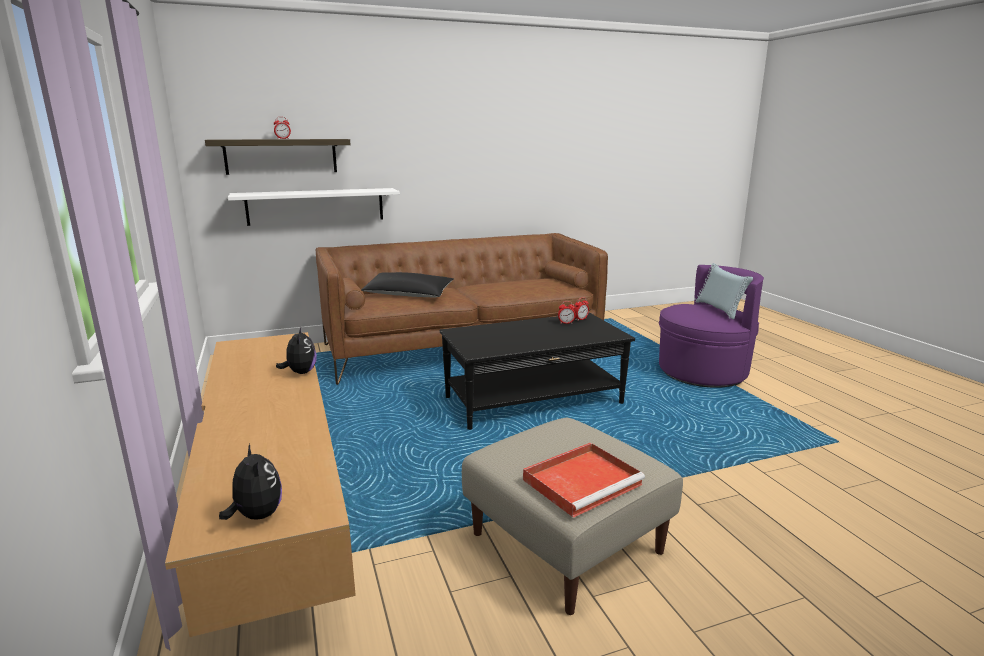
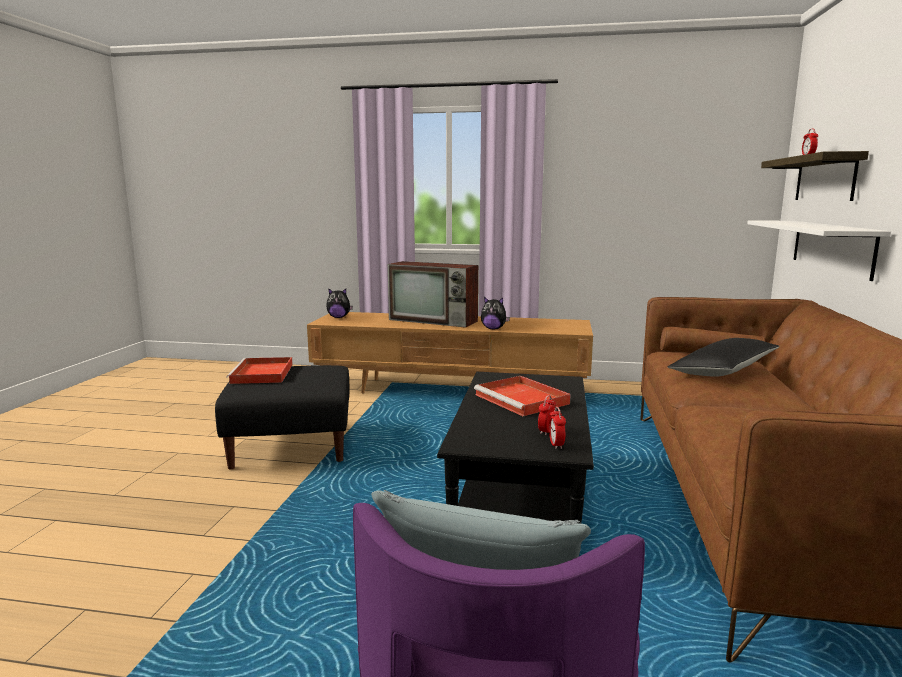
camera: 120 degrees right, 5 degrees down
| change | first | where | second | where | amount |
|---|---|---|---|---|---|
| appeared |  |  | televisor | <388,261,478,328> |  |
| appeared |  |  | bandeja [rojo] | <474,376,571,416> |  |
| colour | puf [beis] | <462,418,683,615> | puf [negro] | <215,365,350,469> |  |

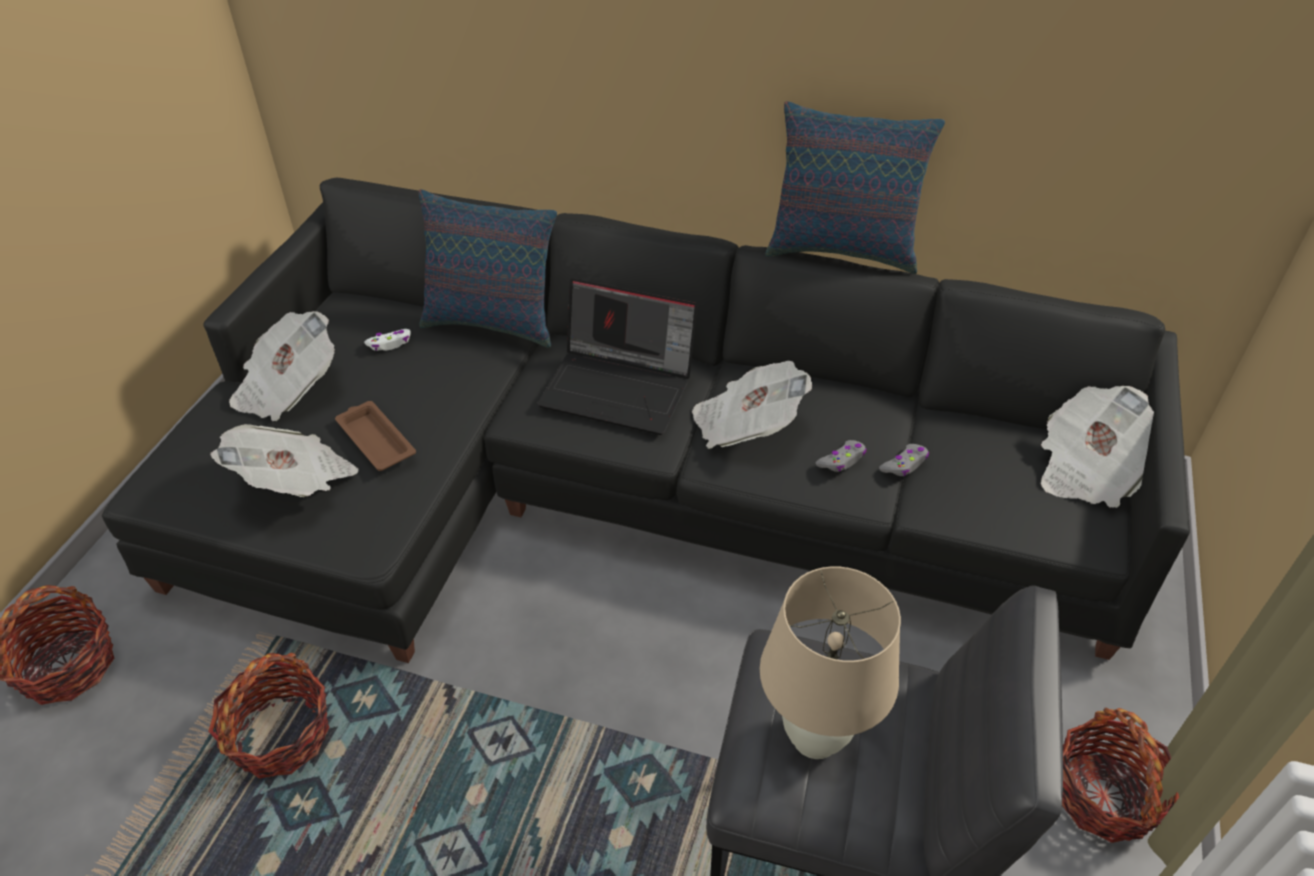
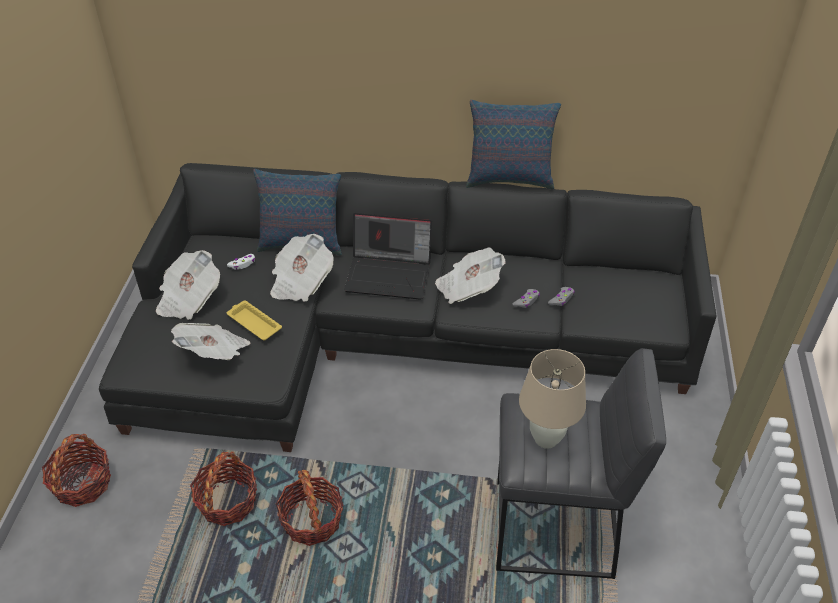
camera: 10 degrees left, 0 degrees up
| change | first | where | second | where | amount |
|---|---|---|---|---|---|
| relocated | periódico | <1041,386,1154,508> |  | <270,234,334,302> |  |
| relocated | cesta | <1062,707,1179,843> |  | <276,470,343,546> |  |
| colour | bandeja [marrón] | <335,401,416,471> | bandeja [amarillo] | <227,300,282,341> |  |

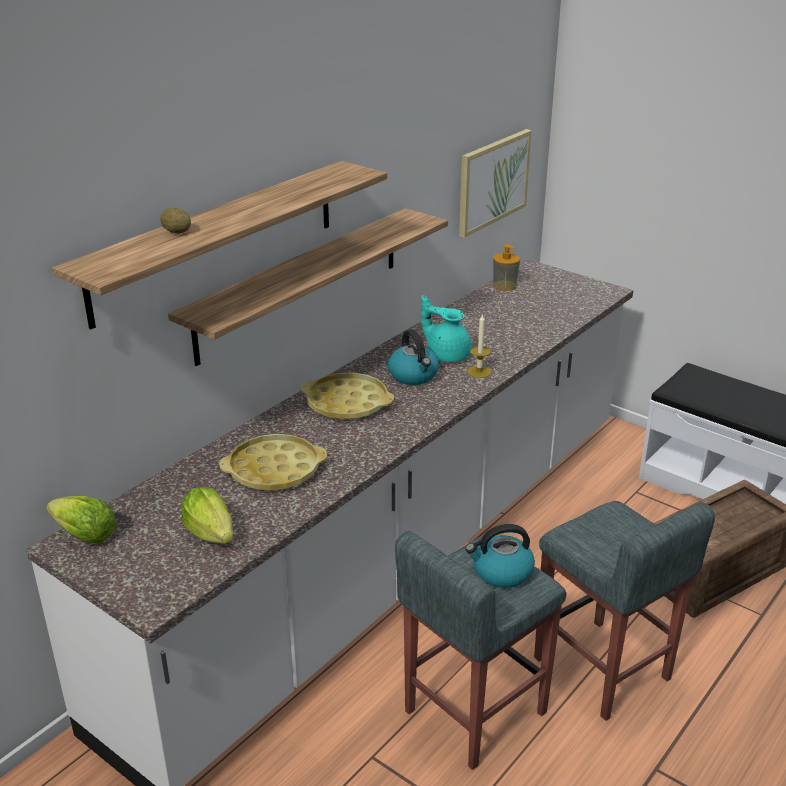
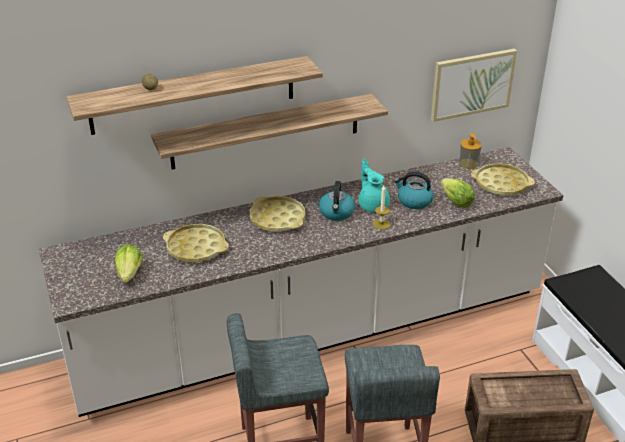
camera: 30 degrees right, 5 degrees up
| change | first | where | second | where | amount |
|---|---|---|---|---|---|
| appeared |  |  | bandeja [amarillo] | <471,164,535,195> |  |
| relocated | lechuga | <46,496,116,544> |  | <441,178,475,208> |  |
| relocated | hervidor | <466,524,535,588> |  | <394,172,434,209> |  |

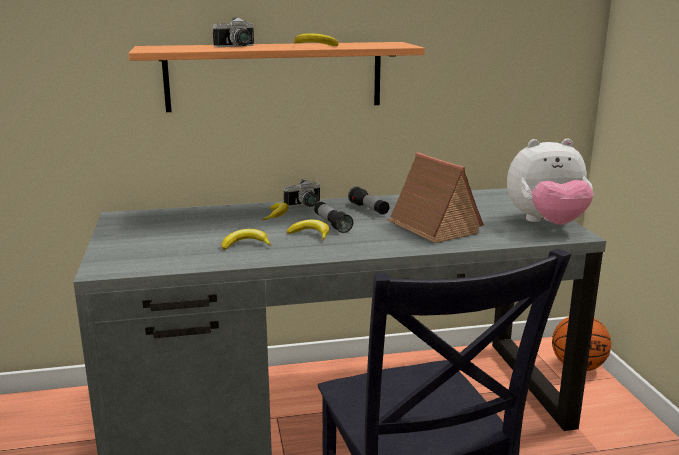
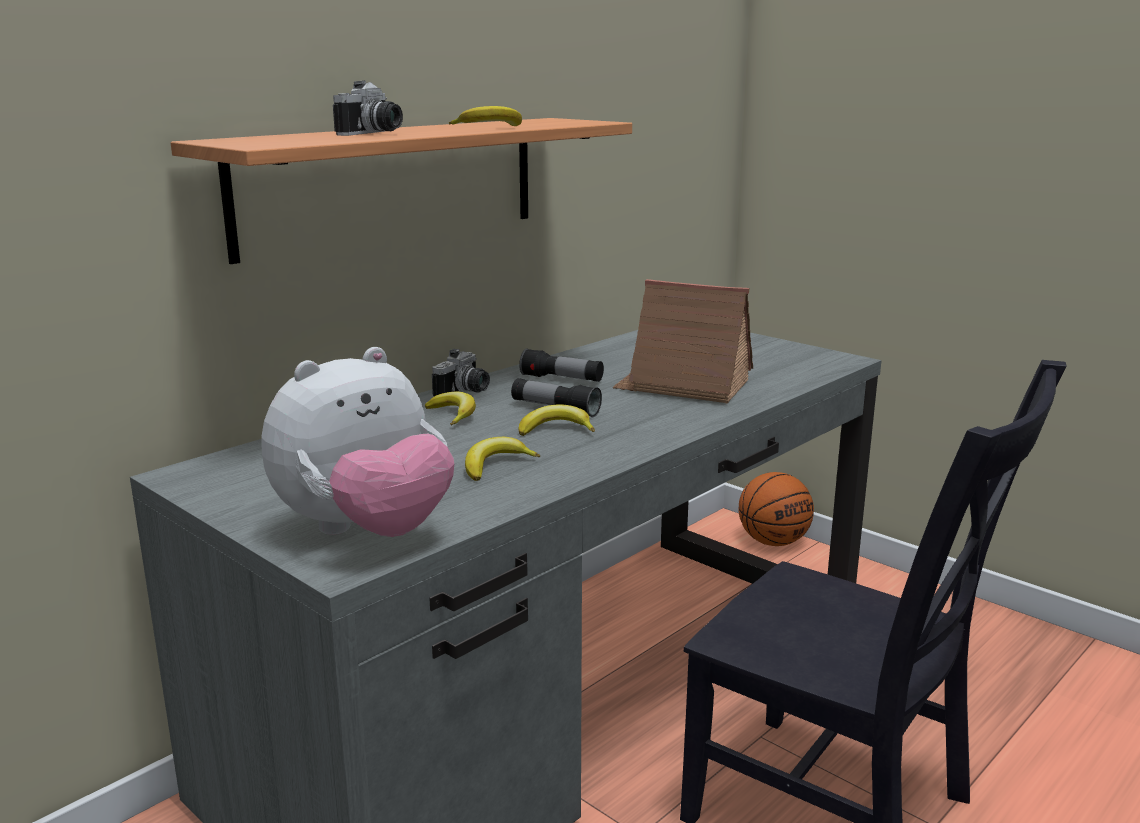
camera: 35 degrees left, 0 degrees up
| change | first | where | second | where | amount |
|---|---|---|---|---|---|
| relocated | peluche | <507,138,594,225> |  | <261,347,454,537> |  |

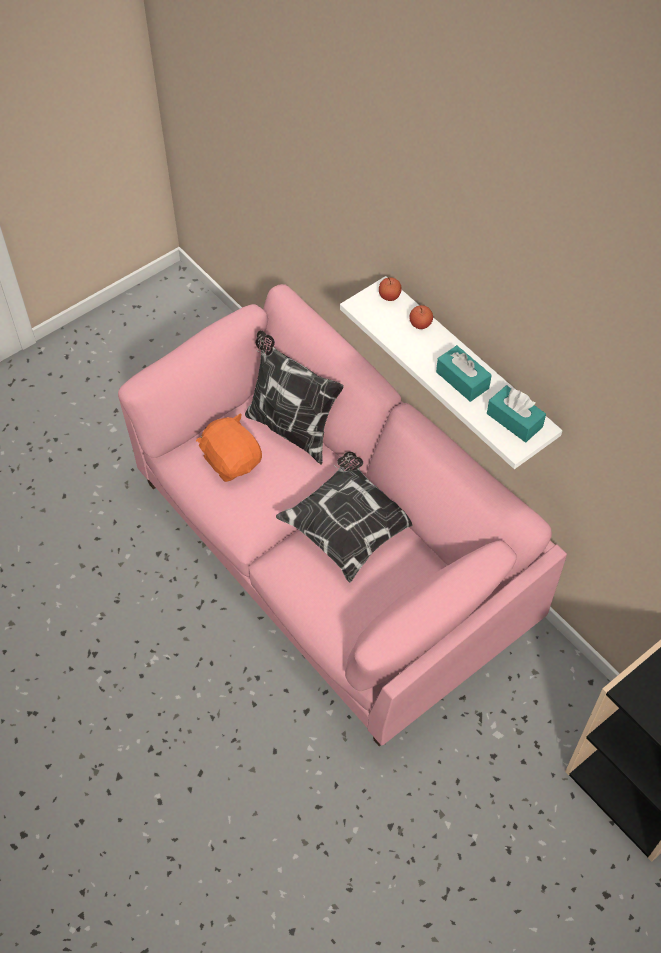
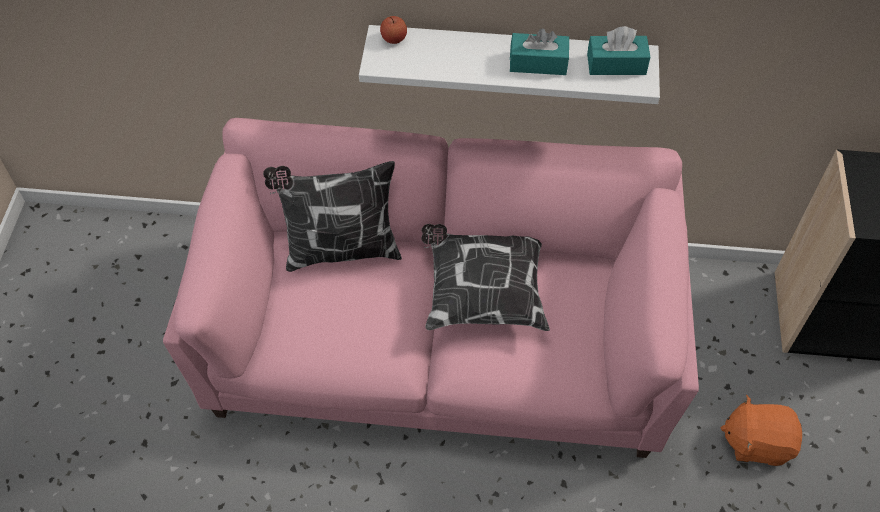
camera: 45 degrees left, 0 degrees up
| change | first | where | second | where | amount |
|---|---|---|---|---|---|
| missing | manzana | <409,305,433,329> |  |  |  |
| relocated | peluche [naranja] | <196,413,262,482> |  | <721,395,802,466> |  |

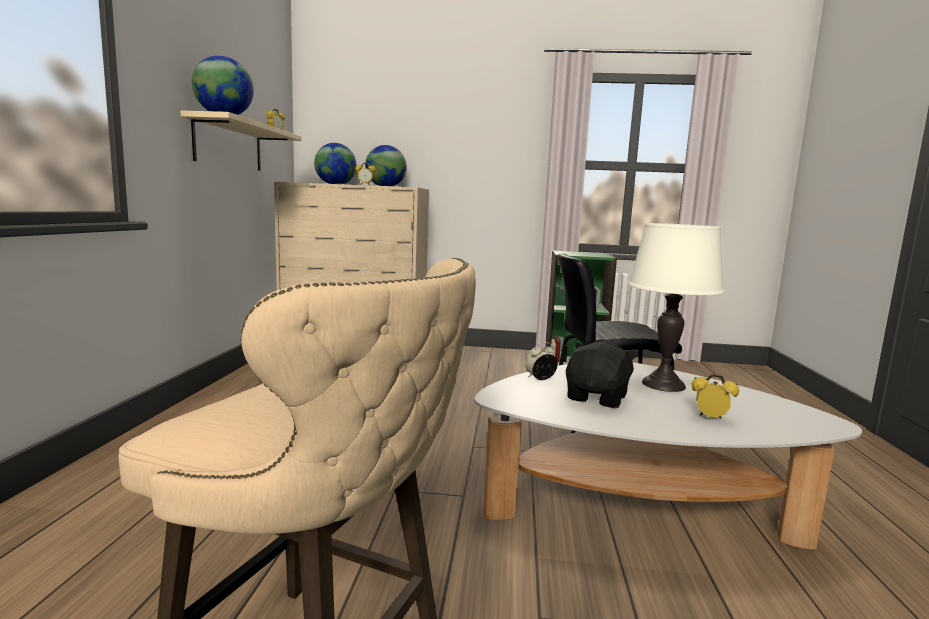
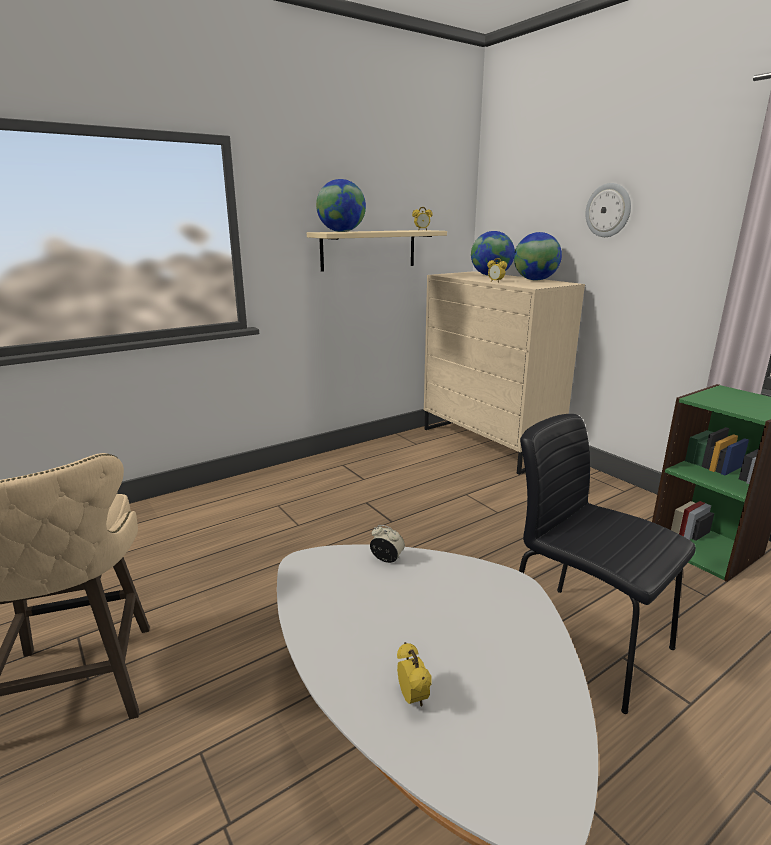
camera: 50 degrees right, 10 degrees up
| change | first | where | second | where | amount |
|---|---|---|---|---|---|
| missing | peluche [negro] | <566,341,639,408> |  |  |  |
| missing | lámpara de mesa [blanco] | <628,223,724,392> |  |  |  |
| appeared |  |  | reloj de pared | <586,183,631,237> |  |

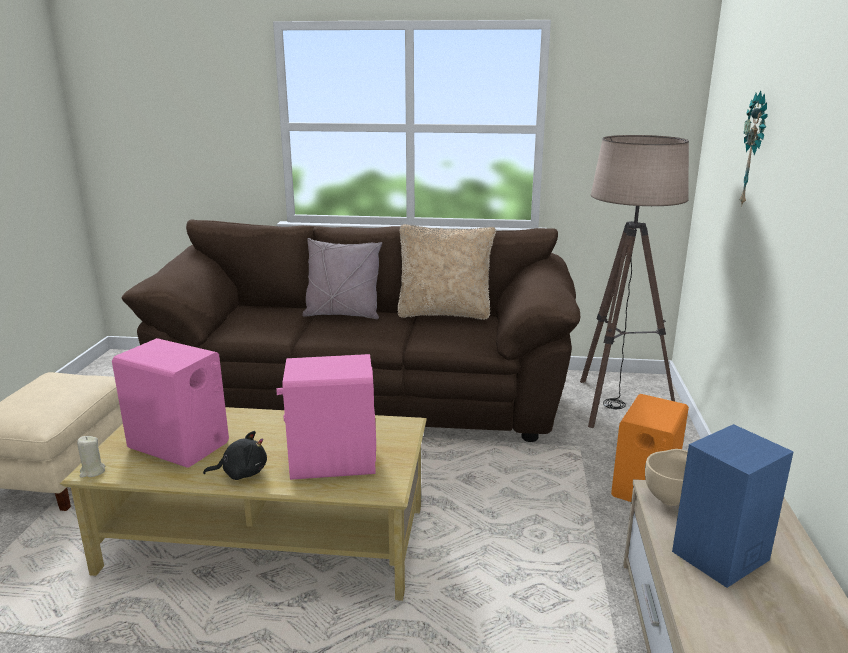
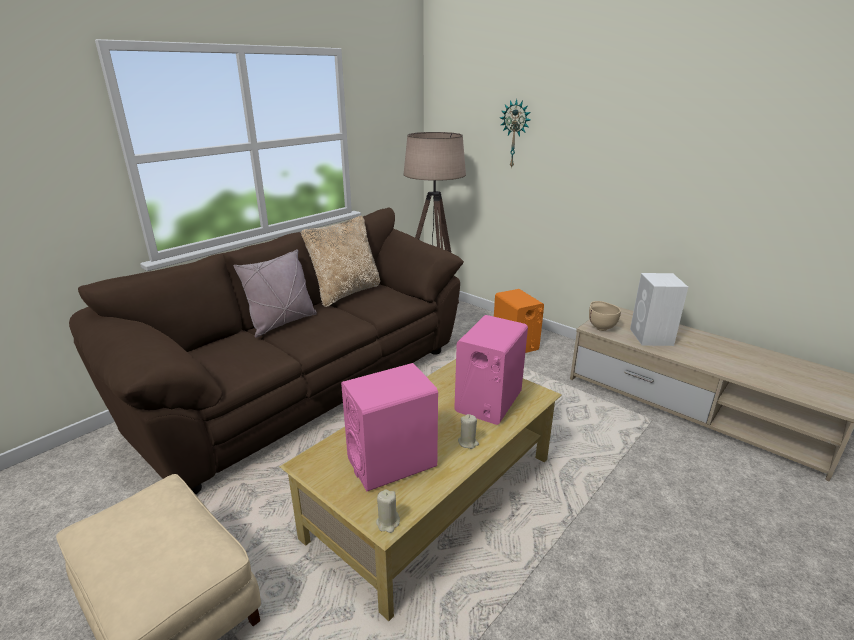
camera: 55 degrees left, 5 degrees up
| change | first | where | second | where | amount |
|---|---|---|---|---|---|
| exchanged | peluche [negro] | <203,431,267,480> | vela [beis] | <458,414,479,449> |  |
| colour | altavoz [azul] | <672,424,794,588> | altavoz [blanco] | <630,273,688,346> |  |

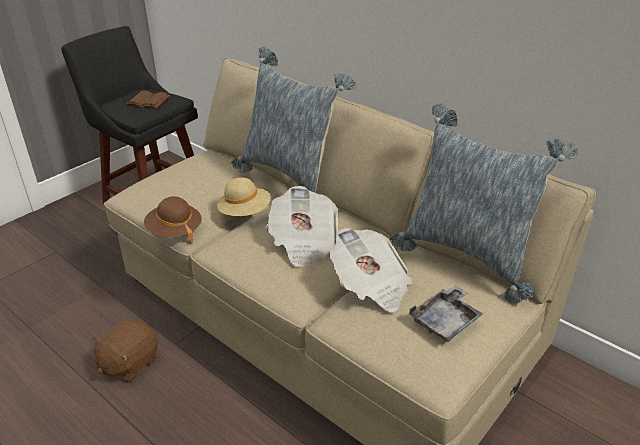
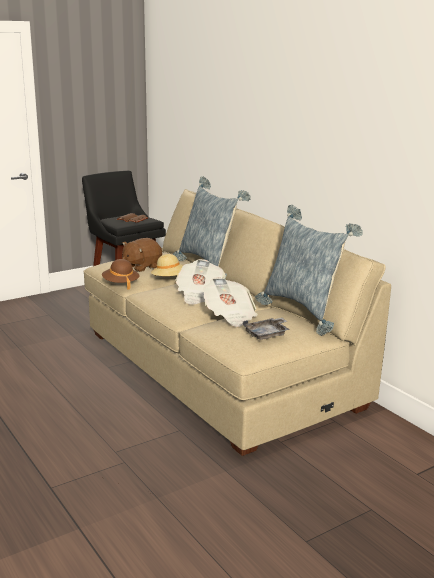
camera: 15 degrees right, 15 degrees down
| change | first | where | second | where | amount |
|---|---|---|---|---|---|
| relocated | peluche [marrón] | <92,320,158,382> |  | <122,238,162,272> |  |

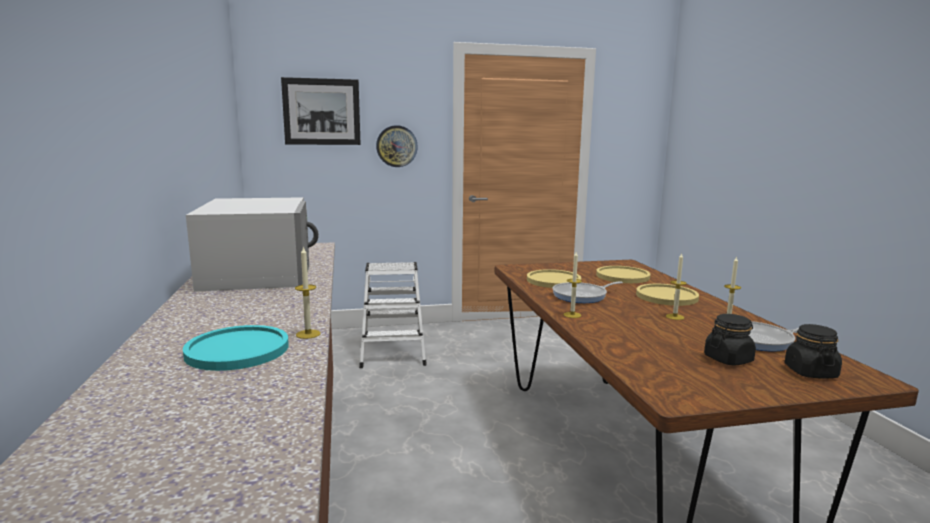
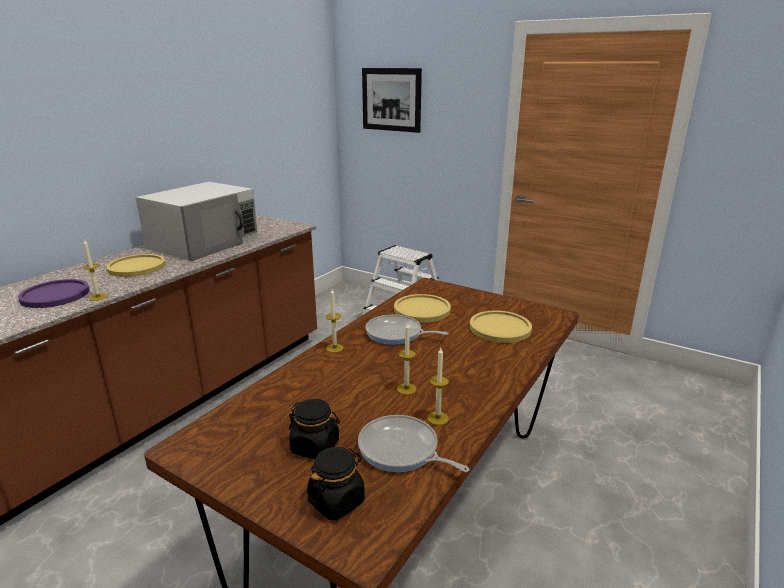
camera: 45 degrees right, 10 degrees up
| change | first | where | second | where | amount |
|---|---|---|---|---|---|
| missing | reloj de pared | <376,125,418,167> |  |  |  |
| relocated | plato [amarillo] | <636,284,699,306> |  | <106,254,165,277> |  |
| colour | plato [turquesa] | <183,325,289,371> | plato [morado] | <18,279,89,308> |  |

